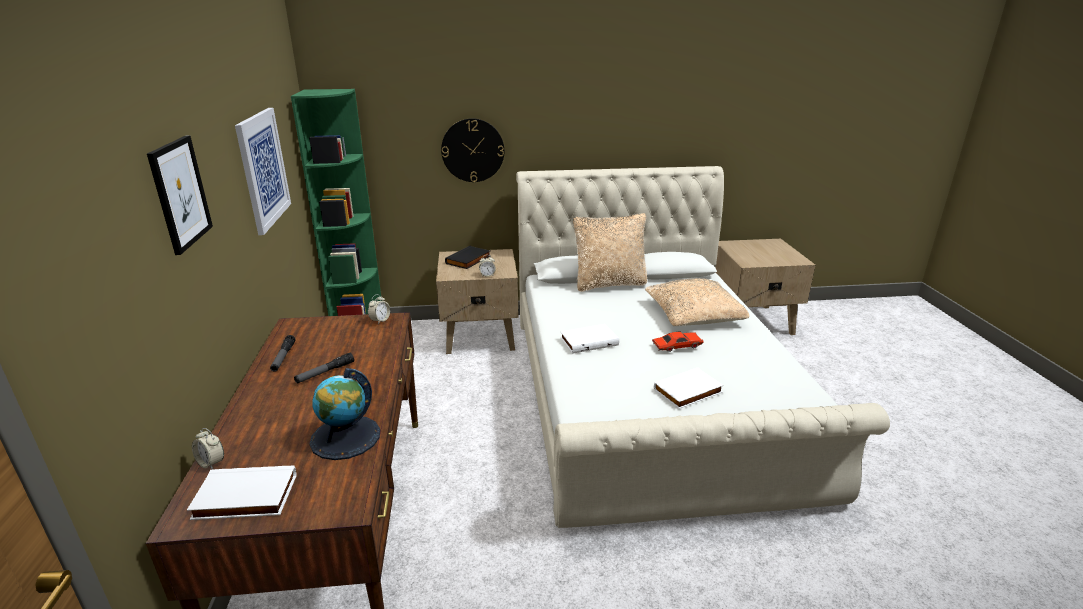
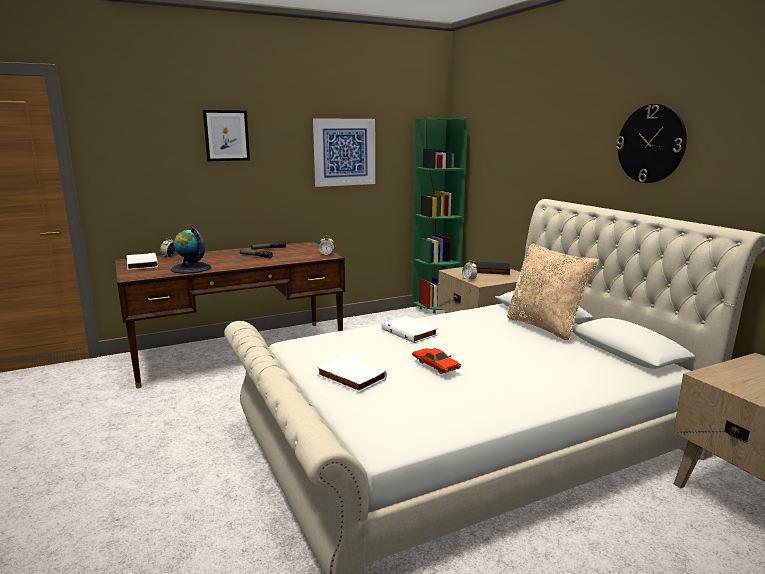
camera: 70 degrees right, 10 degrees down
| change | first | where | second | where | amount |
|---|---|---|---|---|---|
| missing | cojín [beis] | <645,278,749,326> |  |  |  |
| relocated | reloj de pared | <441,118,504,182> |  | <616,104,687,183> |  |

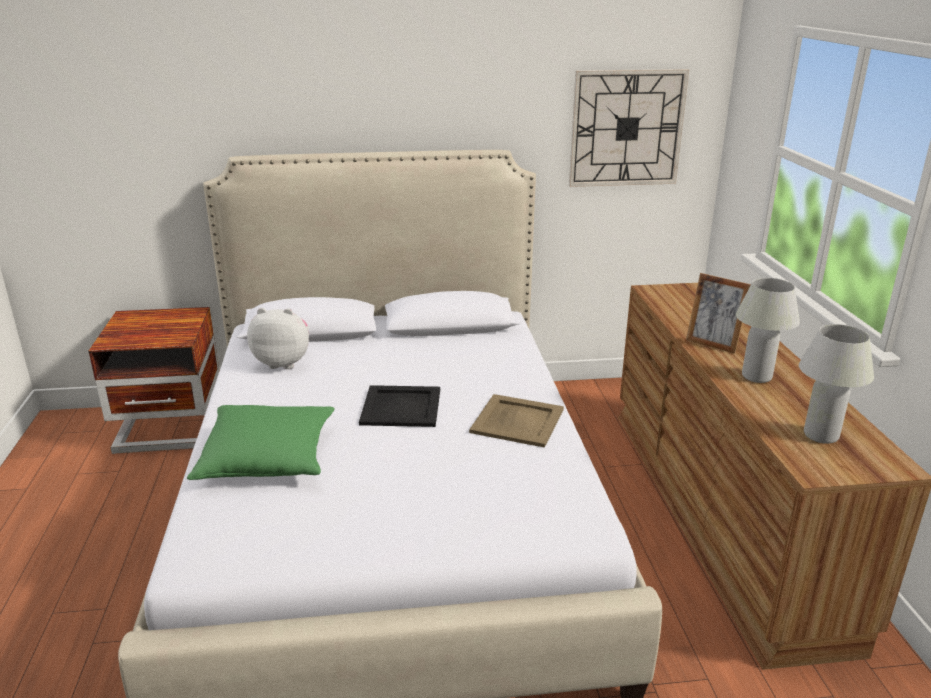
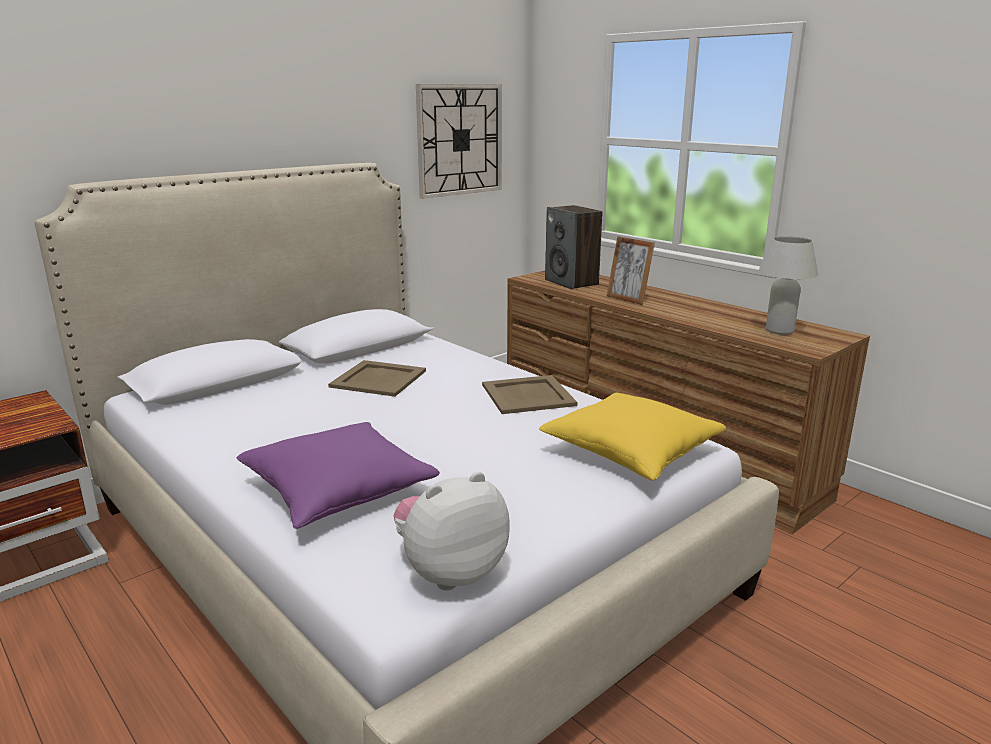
camera: 35 degrees left, 5 degrees down
| change | first | where | second | where | amount |
|---|---|---|---|---|---|
| missing | bandeja [negro] | <359,385,440,427> |  |  |  |
| missing | lámpara de mesa [blanco] | <736,278,800,383> |  |  |  |
| appeared |  |  | bandeja [beis] | <328,360,426,397> |  |
| appeared |  |  | cojín [amarillo] | <539,393,726,481> |  |
| appeared |  |  | altavoz | <545,205,602,289> |  |
| relocated | peluche | <247,308,309,369> |  | <394,472,510,591> |  |
| colour | cojín [verde] | <187,405,335,480> | cojín [morado] | <236,422,440,529> |  |
| spun | portarretratos | <686,273,751,353> |  | <607,236,655,305> | 45 degrees clockwise |

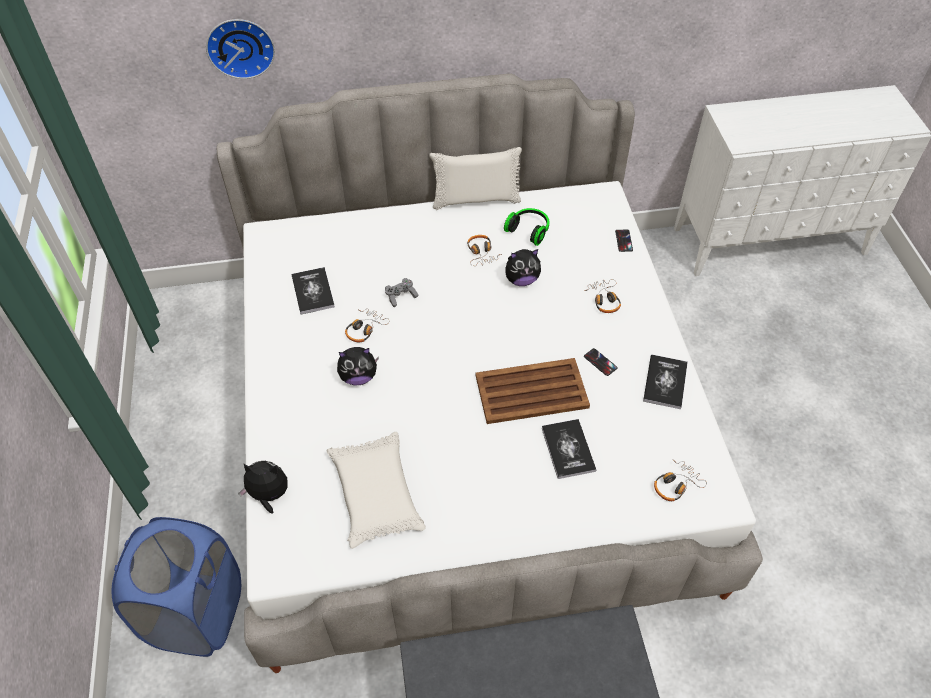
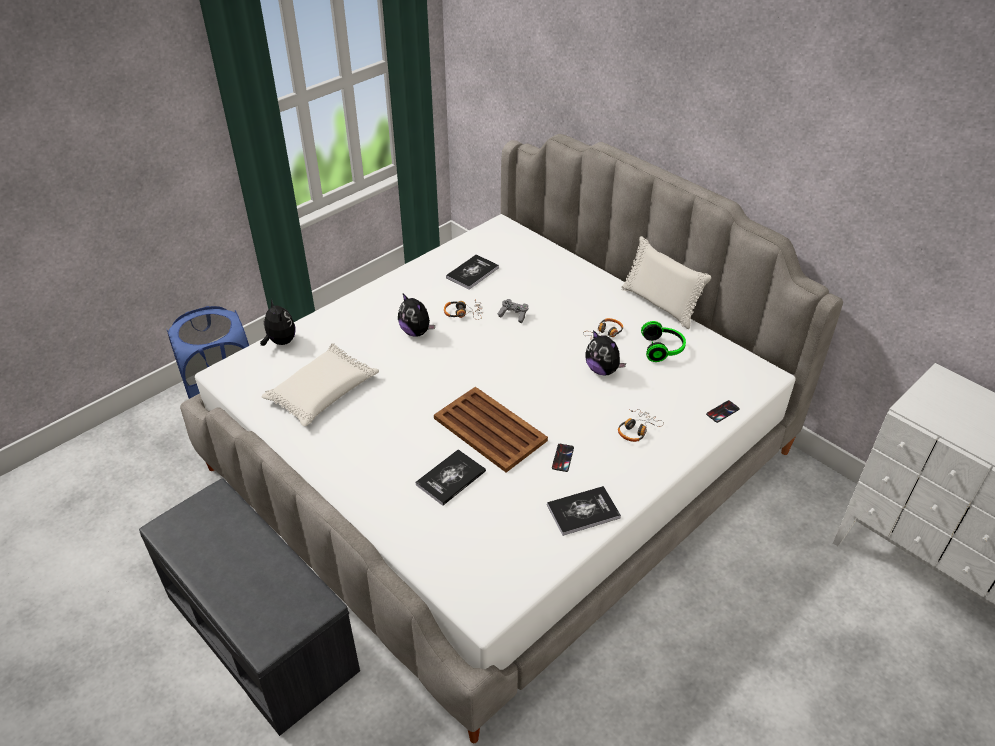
camera: 55 degrees right, 10 degrees down
| change | first | where | second | where | amount |
|---|---|---|---|---|---|
| missing | reloj de pared | <206,19,275,79> |  |  |  |
| missing | auriculares | <654,460,707,501> |  |  |  |

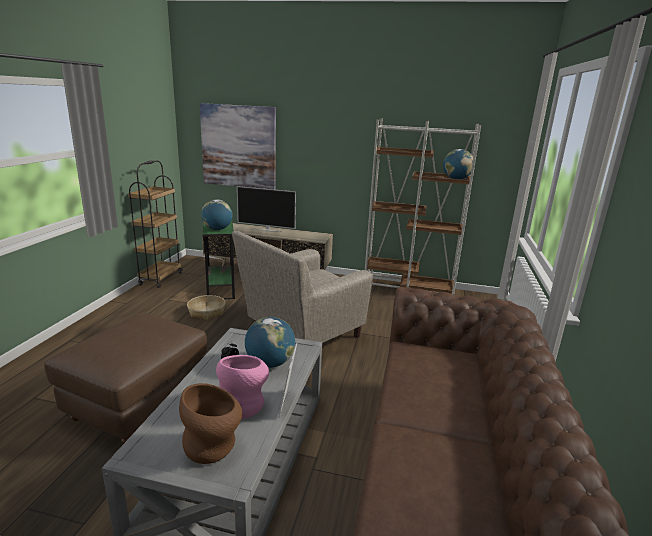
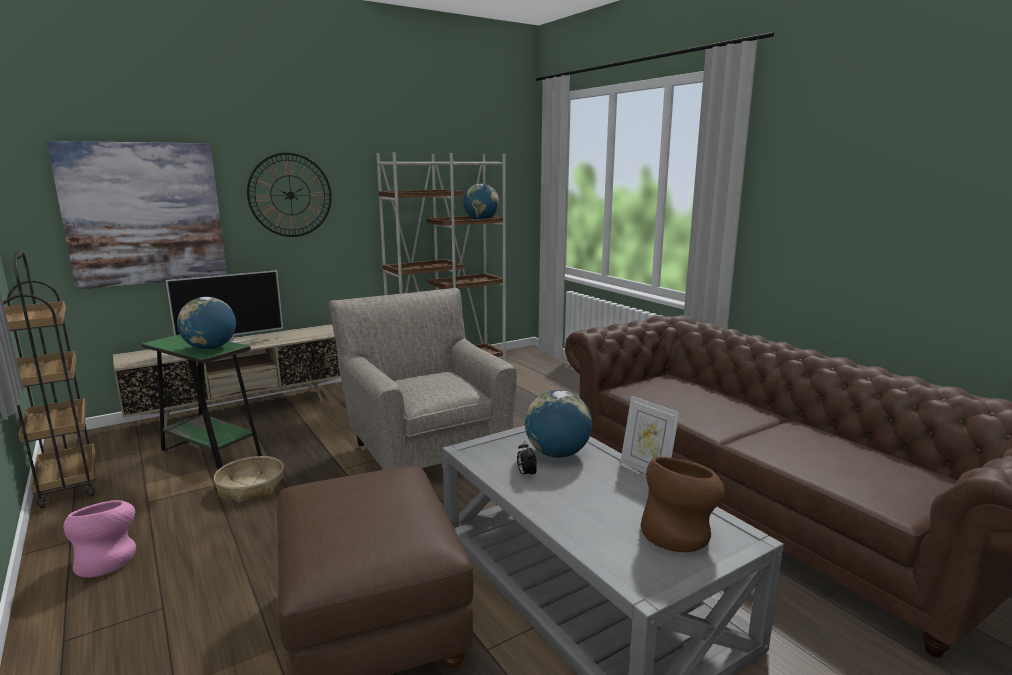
camera: 45 degrees left, 5 degrees down
| change | first | where | second | where | amount |
|---|---|---|---|---|---|
| appeared |  |  | reloj de pared | <247,153,332,237> |  |
| relocated | florero [rosa] | <216,355,269,419> |  | <63,500,136,578> |  |
| spun | sillón [beis] | <232,231,373,343> |  | <329,288,517,470> | 150 degrees clockwise |

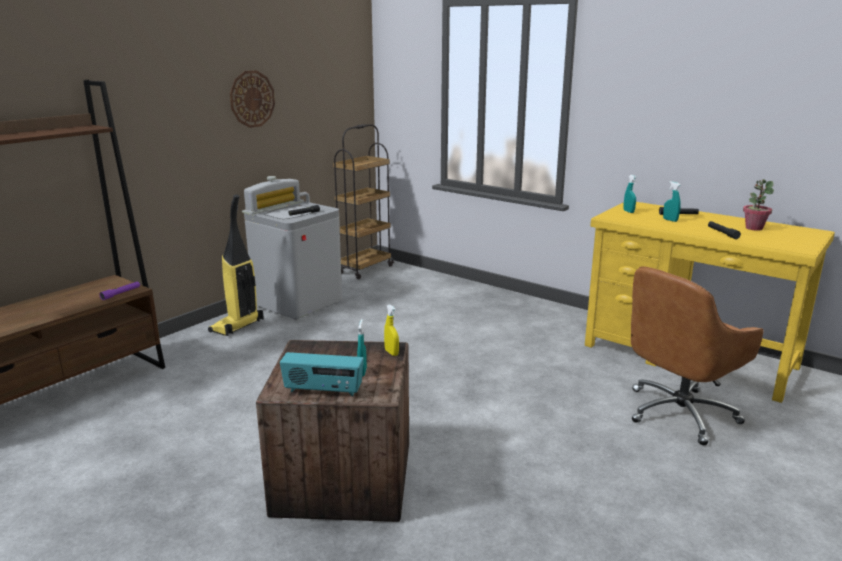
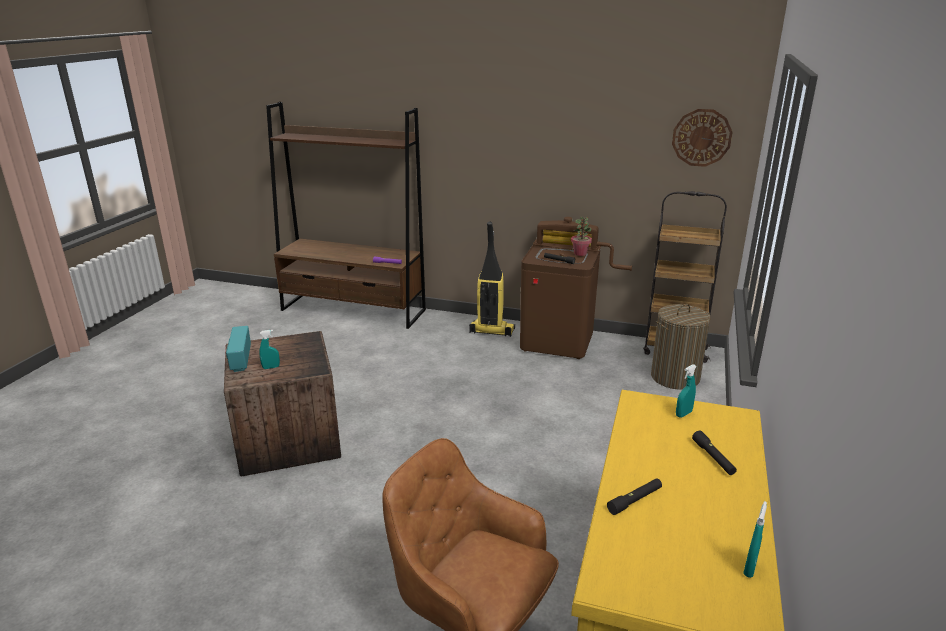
camera: 70 degrees right, 5 degrees up
| change | first | where | second | where | amount |
|---|---|---|---|---|---|
| missing | pulverizador [amarillo] | <384,304,399,356> |  |  |  |
| appeared |  |  | cesto de la ropa | <651,304,710,390> |  |
| relocated | reloj de pared | <230,70,275,128> |  | <672,109,732,167> |  |
| relocated | pulverizador [turquesa] | <663,181,681,222> |  | <743,501,767,578> |  |
| relocated | planta en maceta | <743,179,774,231> |  | <571,216,592,256> |  |
| colour | lavadora [gris] | <242,176,342,320> | lavadora [marrón] | <520,217,632,359> |  |

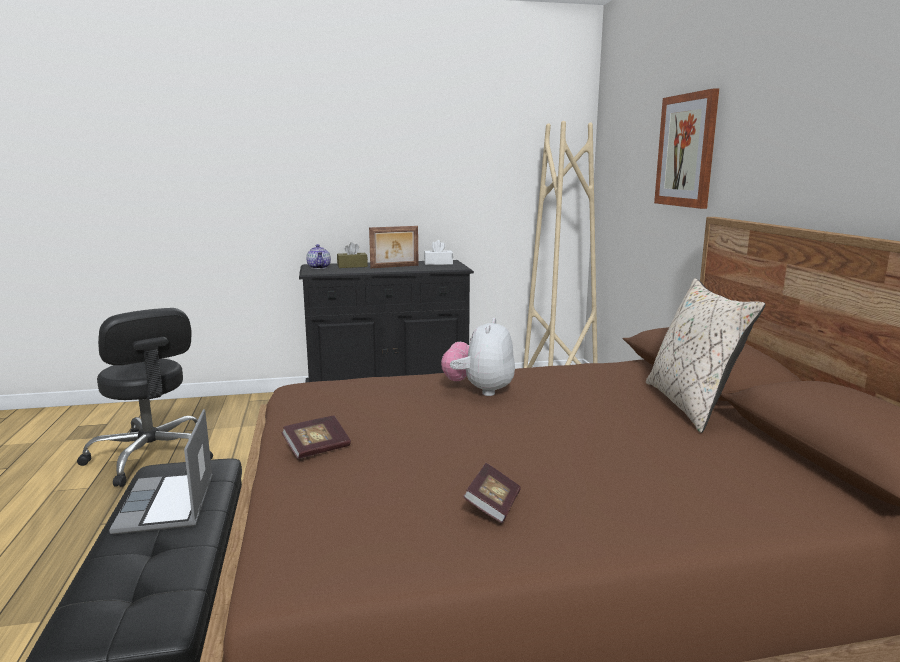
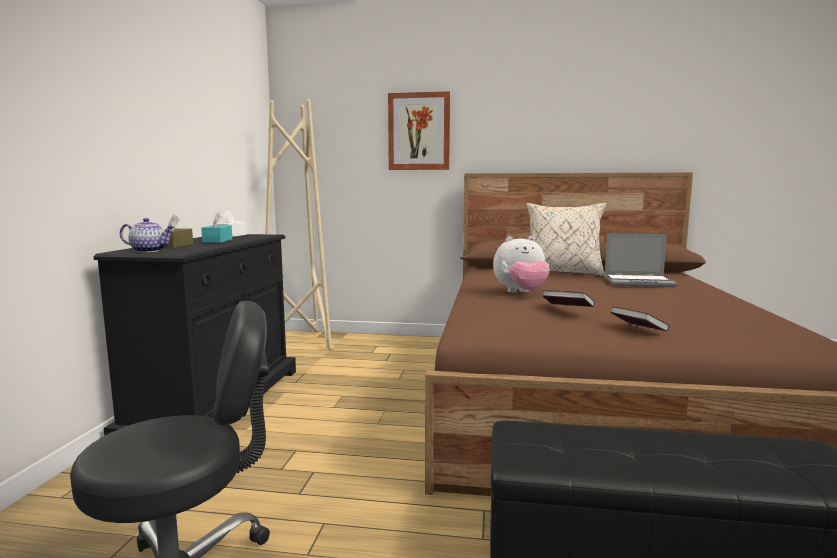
camera: 70 degrees left, 5 degrees down
| change | first | where | second | where | amount |
|---|---|---|---|---|---|
| relocated | portátil | <109,409,213,534> |  | <604,234,677,287> |  |
| relocated | libro | <463,463,521,523> |  | <542,290,595,307> |  |
| exchanged | portarretratos | <369,226,419,268> | caja de pañuelos [turquesa] | <201,212,232,243> |  |
| spun | peluche | <441,318,515,396> |  | <493,236,550,293> | 45 degrees counterclockwise |

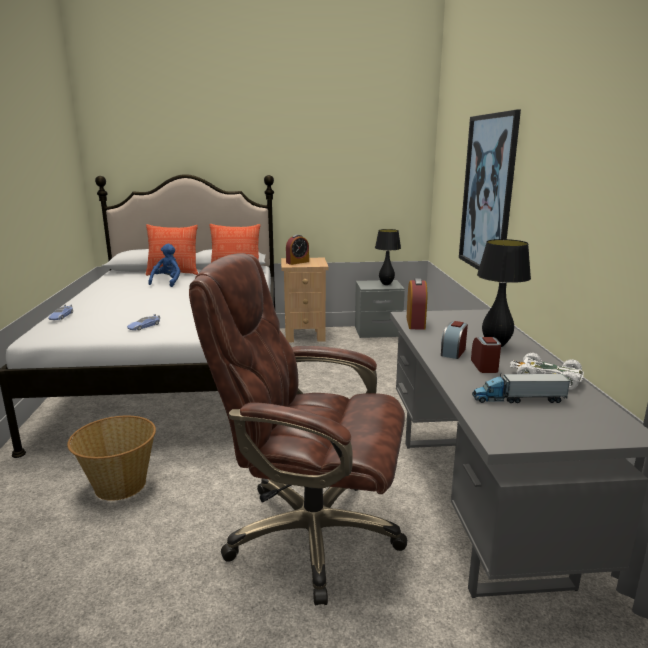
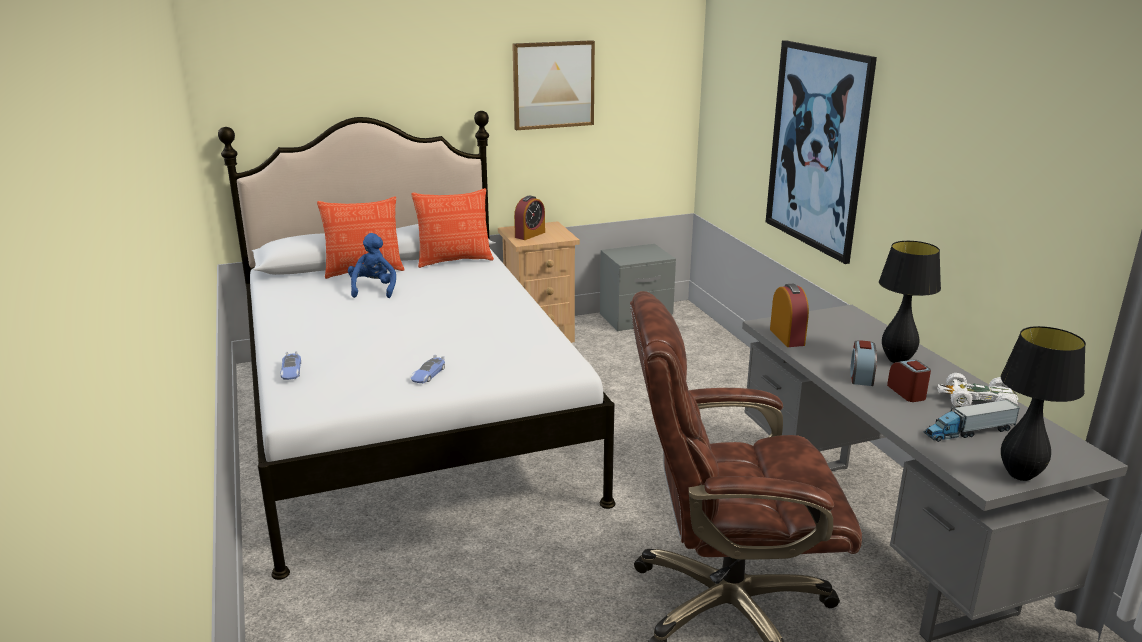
camera: 15 degrees left, 5 degrees up
| change | first | where | second | where | amount |
|---|---|---|---|---|---|
| missing | cesta | <67,416,156,501> |  |  |  |
| appeared |  |  | cuadro | <512,40,595,130> |  |
| relocated | lámpara de mesa [negro] | <375,229,401,285> |  | <1001,326,1086,481> |  |

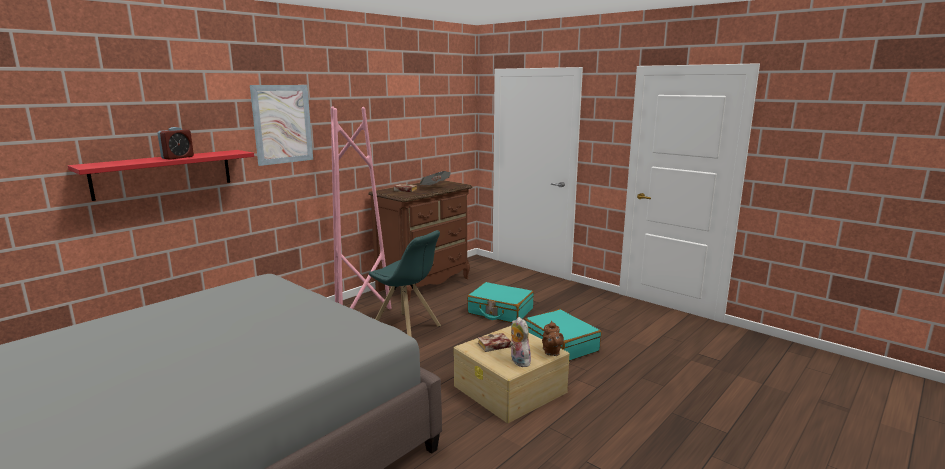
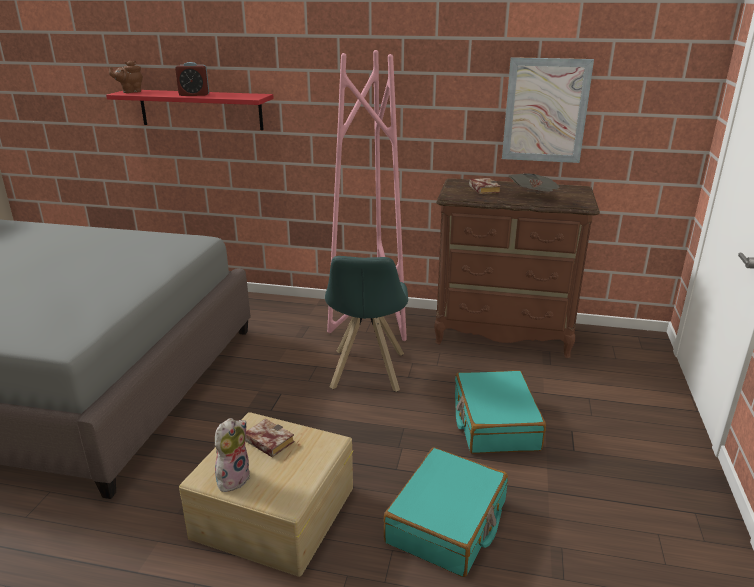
camera: 60 degrees right, 10 degrees up
| change | first | where | second | where | amount |
|---|---|---|---|---|---|
| relocated | cuadro | <250,85,313,166> |  | <502,57,594,163> |  |
| relocated | tetera [marrón] | <542,321,564,356> |  | <109,61,143,93> |  |

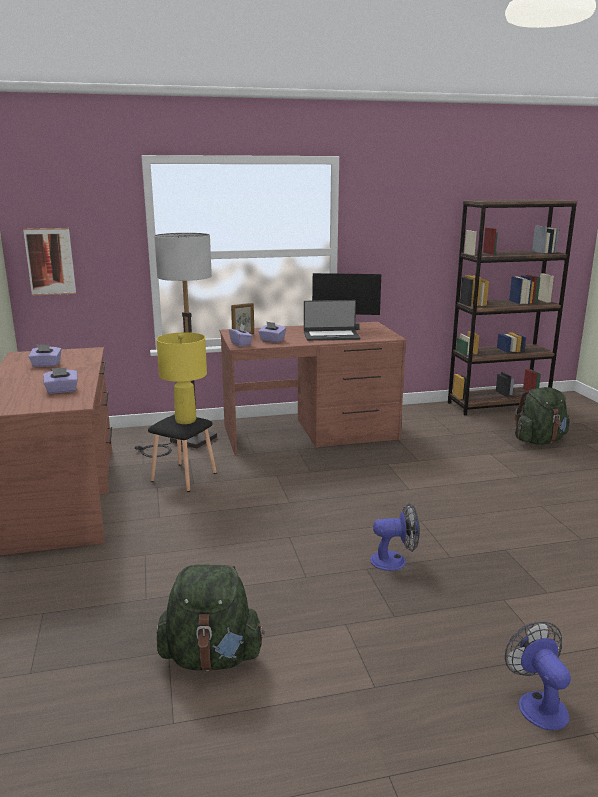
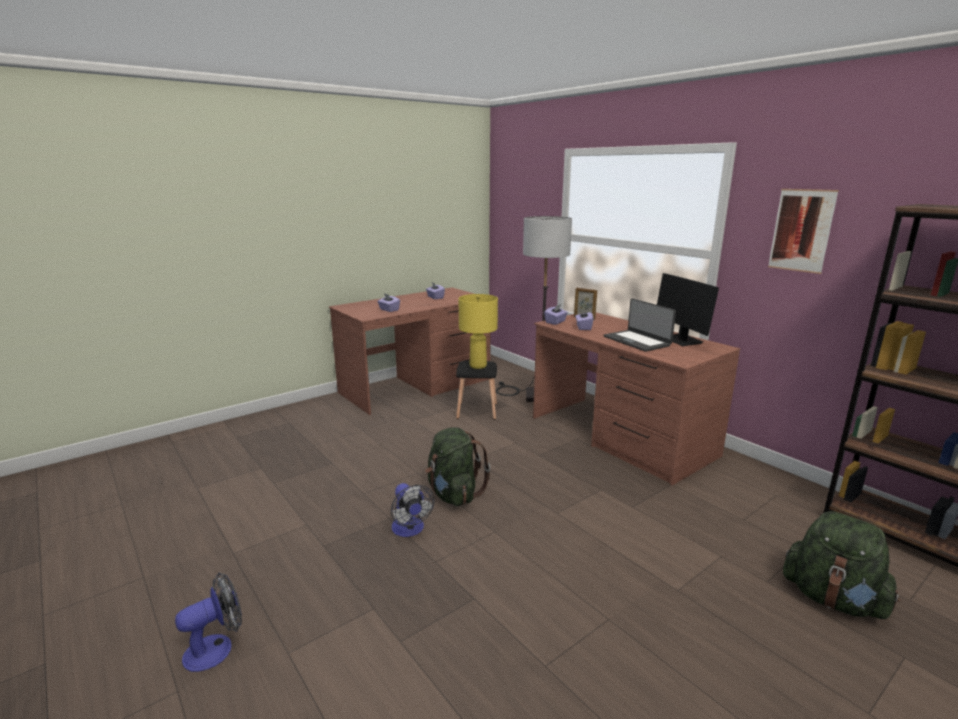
camera: 65 degrees right, 0 degrees up
| change | first | where | second | where | amount |
|---|---|---|---|---|---|
| relocated | cuadro | <23,228,76,295> |  | <768,189,839,274> |  |
| relocated | mochila [verde] | <156,564,265,671> |  | <425,427,490,506> |  |

